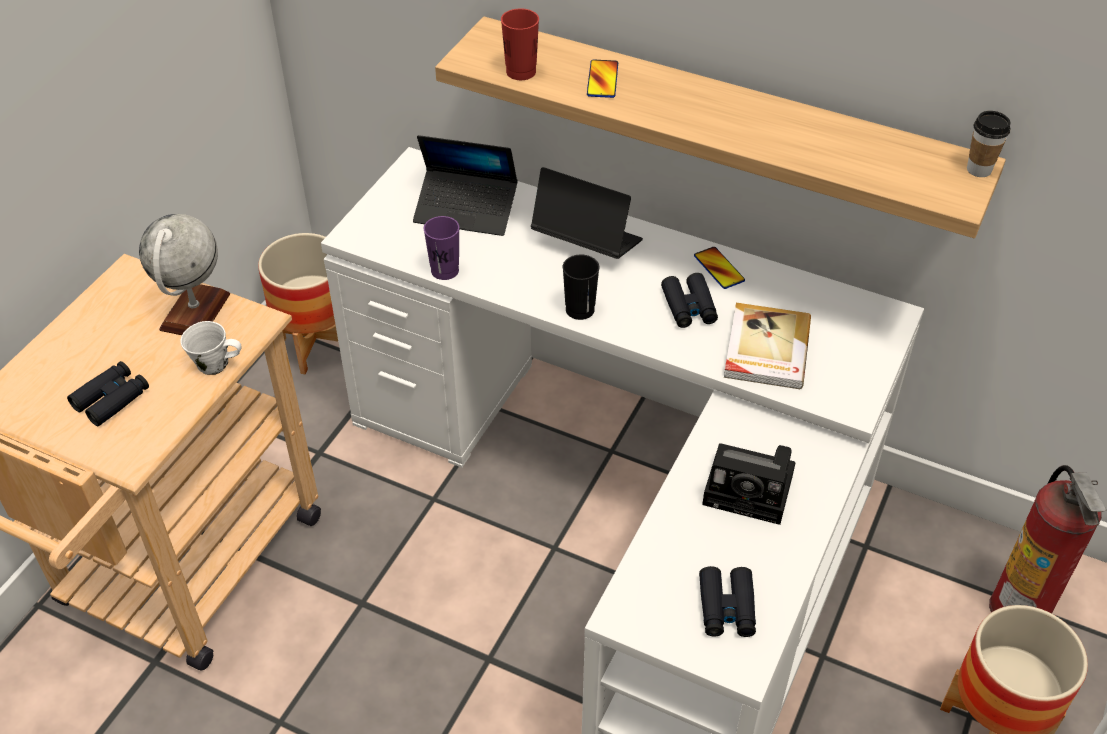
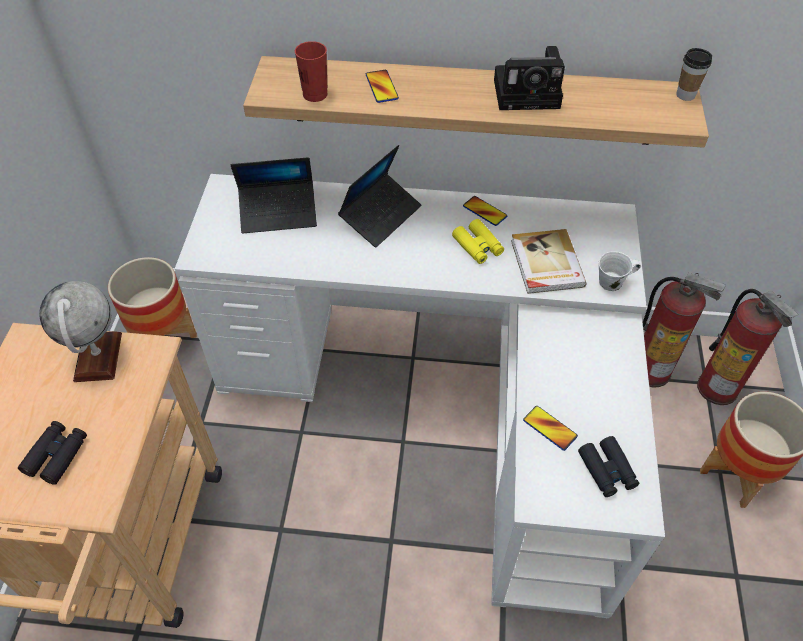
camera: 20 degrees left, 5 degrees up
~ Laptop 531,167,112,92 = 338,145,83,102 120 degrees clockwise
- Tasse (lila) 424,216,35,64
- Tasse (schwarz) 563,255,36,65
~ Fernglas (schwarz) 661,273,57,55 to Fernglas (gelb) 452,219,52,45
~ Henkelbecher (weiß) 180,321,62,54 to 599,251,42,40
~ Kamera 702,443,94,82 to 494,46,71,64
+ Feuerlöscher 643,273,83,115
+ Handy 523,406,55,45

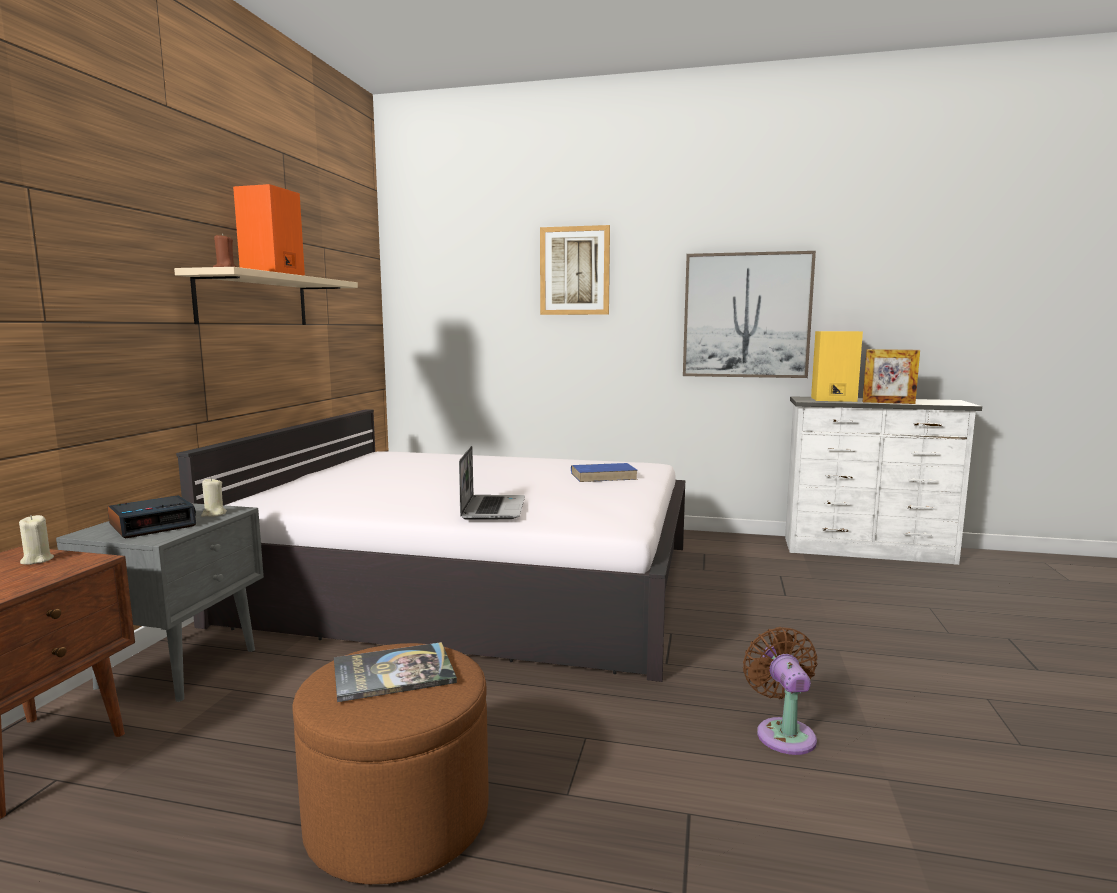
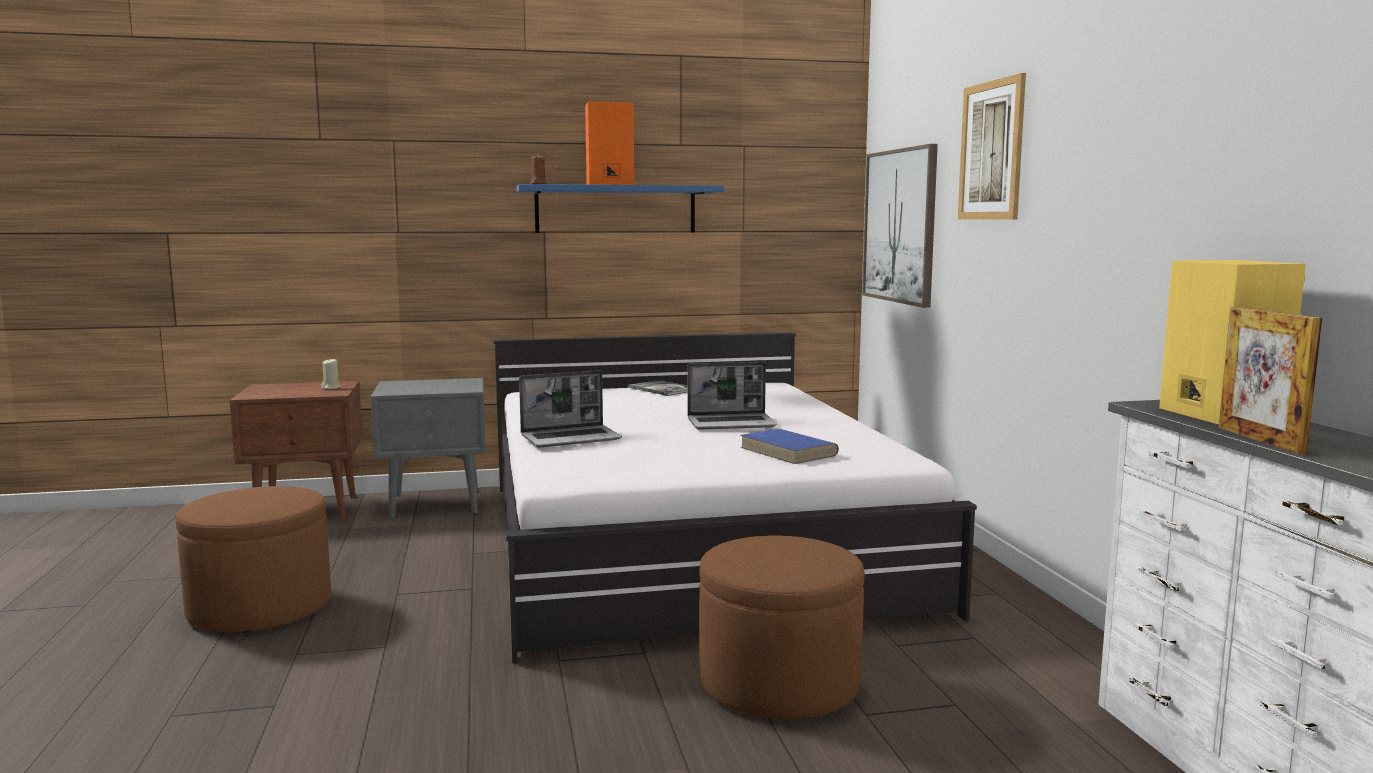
camera: 65 degrees right, 0 degrees up
~ Bild 683,251,133,127 to 862,144,76,164
~ Wandregal (beige) 174,267,184,58 to Wandregal (blau) 517,184,207,49
- Kerze (beige) 201,478,26,39
- Wecker 107,495,89,43
- Ventilator (braun) 743,627,74,128
~ Buch 334,642,123,60 to 628,380,59,16
+ Laptop 687,362,90,67
+ Polsterhocker (braun) 699,535,166,184

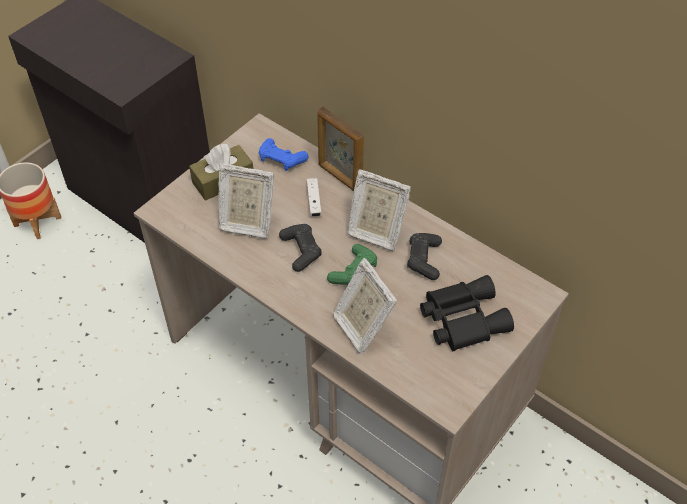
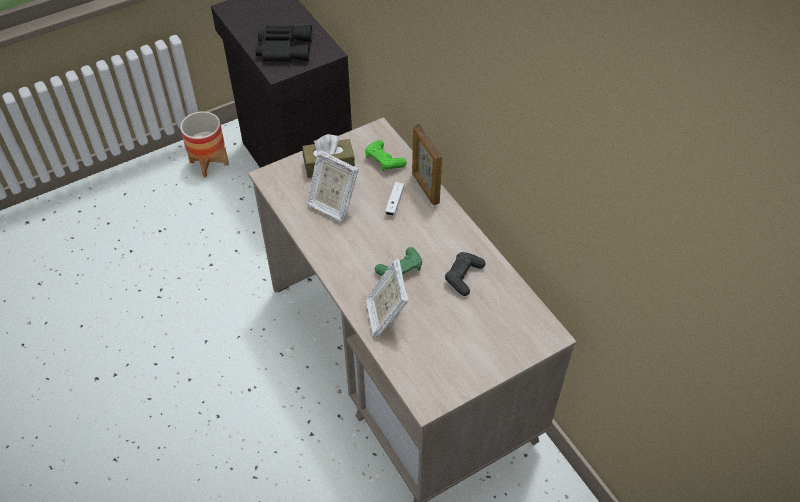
camera: 20 degrees right, 0 degrees up
~ Gamepad (blau) 259,138,49,33 to Gamepad (grün) 365,140,41,31
- Bilderrahmen 347,169,64,82
- Gamepad (schwarz) 279,224,43,48
~ Fernglas (schwarz) 420,275,94,76 to 255,25,57,37

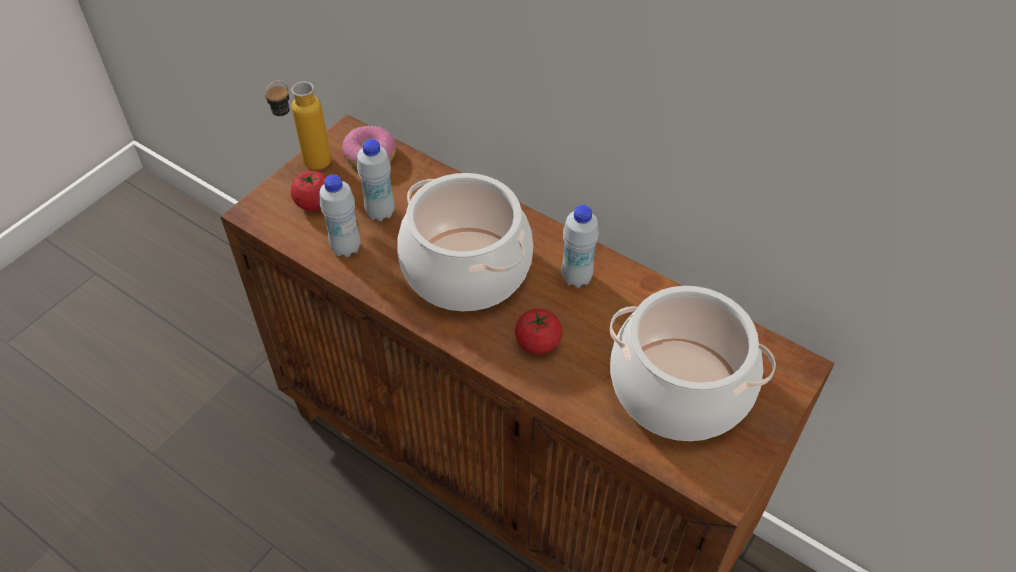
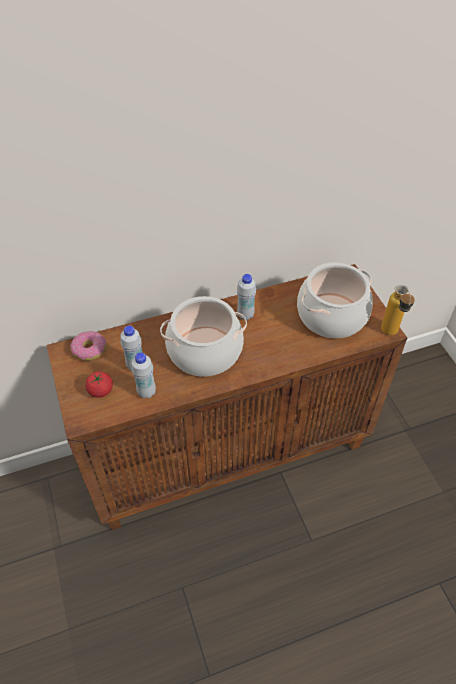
camera: 55 degrees left, 0 degrees up
~ Flasche 264,80,67,90 to 381,285,34,50
- Tomate 515,309,47,45

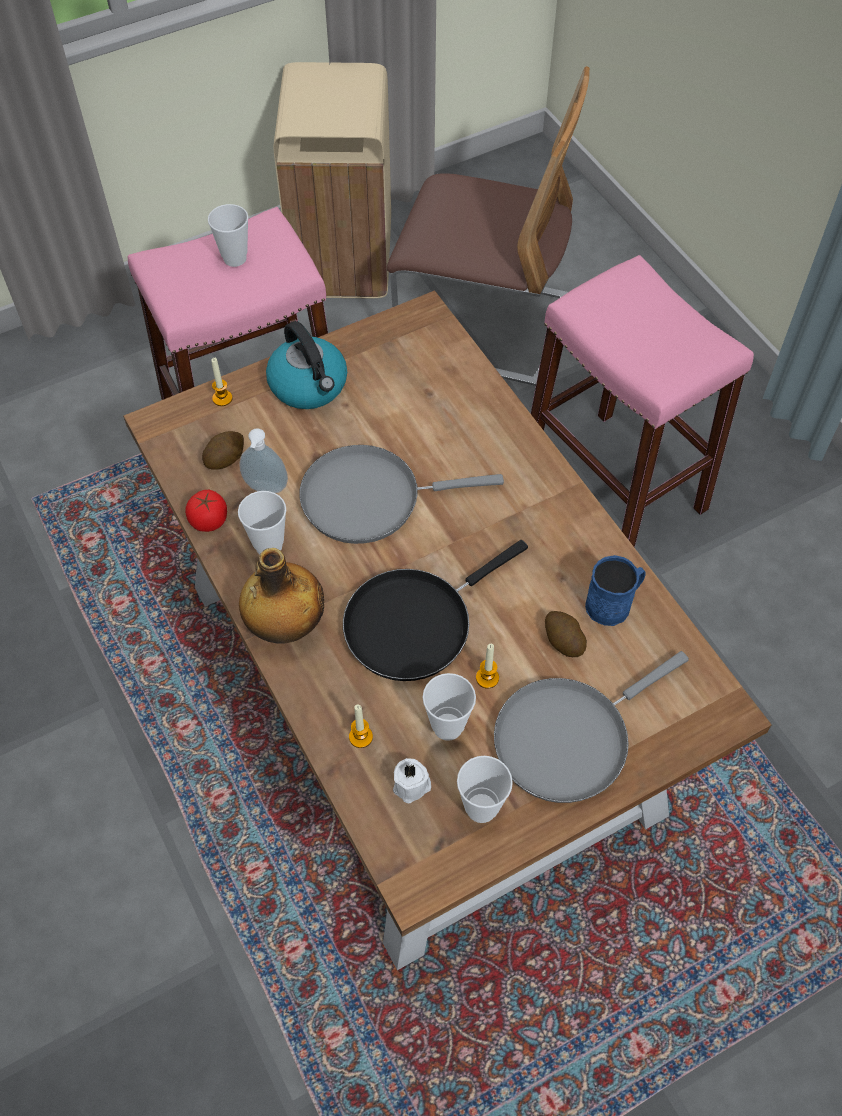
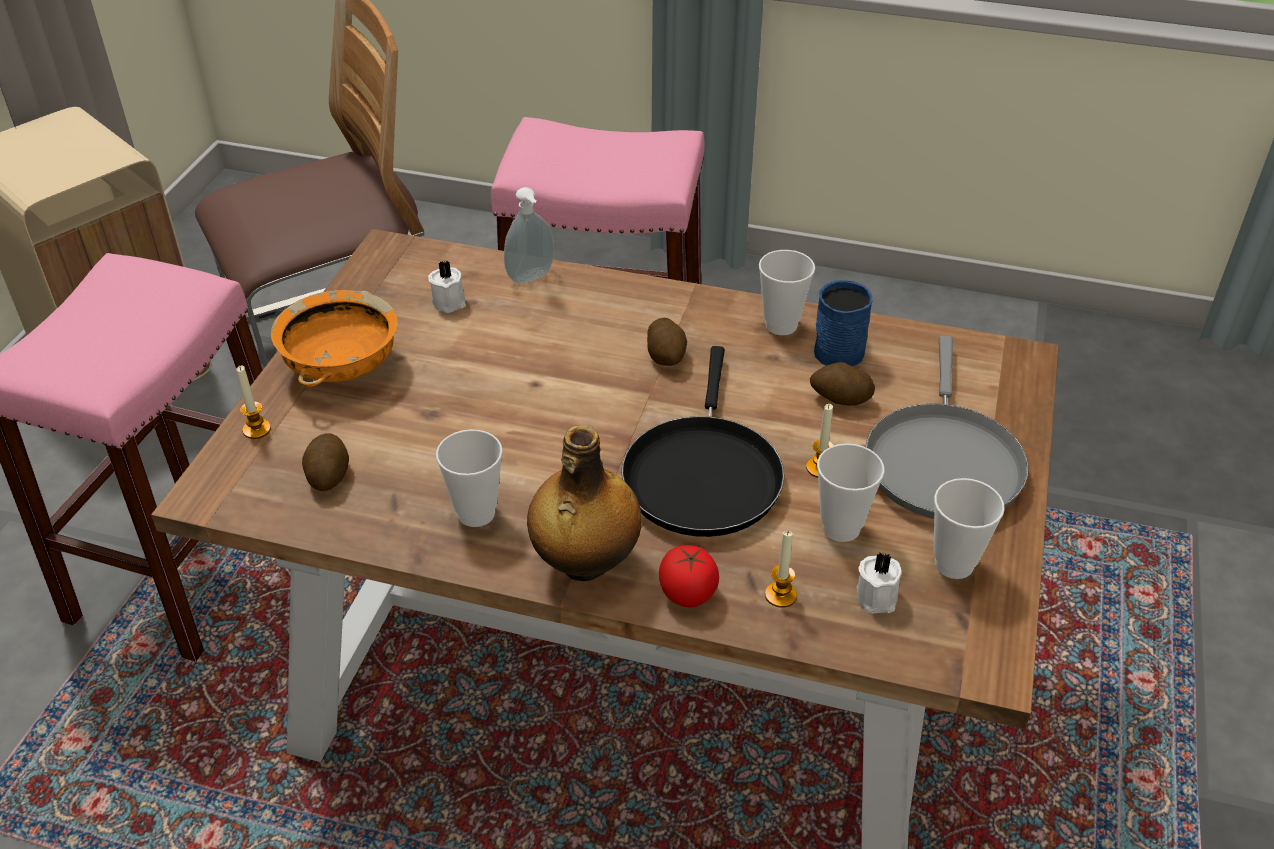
camera: 45 degrees left, 15 degrees down
~ Tasse 208,204,40,63 to 759,250,56,85
~ Wasserkessel 266,321,81,88 to Schüssel (orange) 271,290,127,97
~ Seifenspender 239,429,49,64 to 504,187,50,97
- Pfanne (grau) 299,445,205,99
~ Tomate 185,490,42,42 to 659,545,60,62
+ Kerze (weiß) 428,260,38,53
+ Kartoffel 647,318,40,48

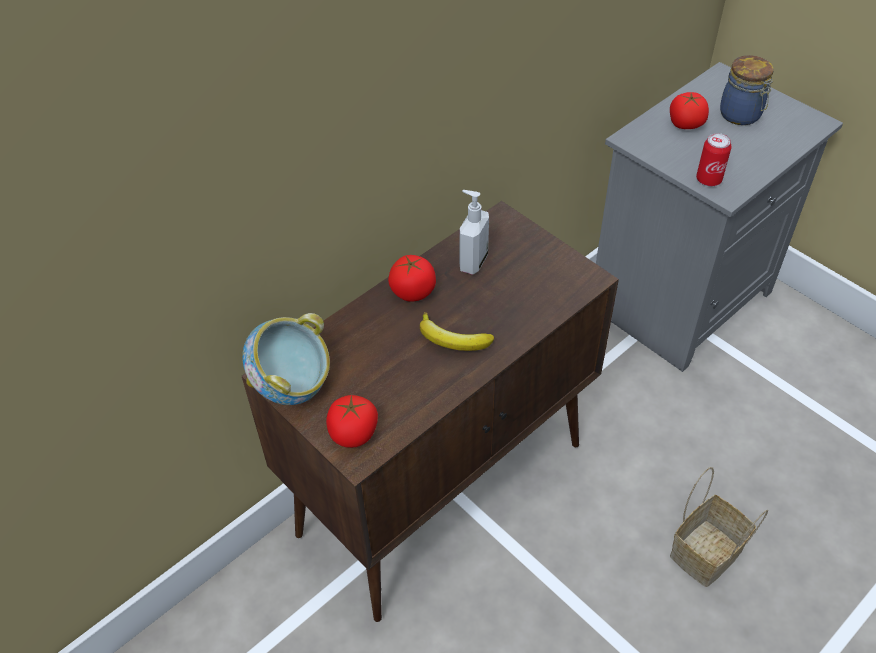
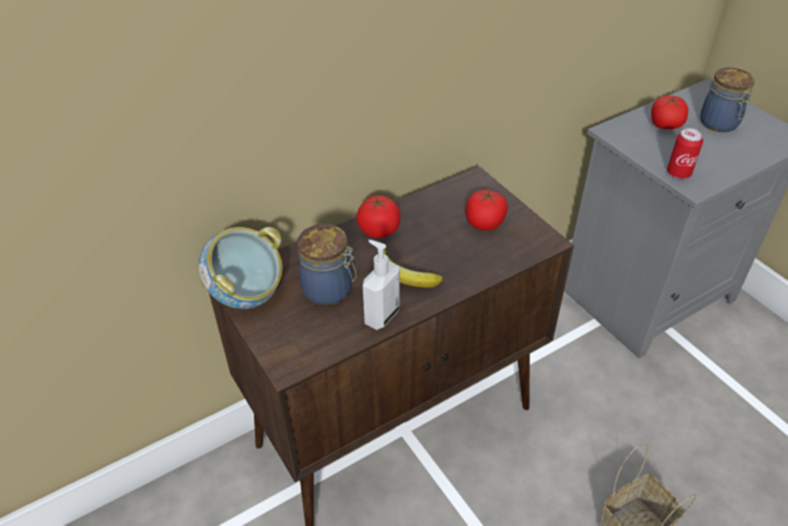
camera: 10 degrees right, 5 degrees down
~ Seifenspender 460,190,29,85 to 363,240,37,90
~ Tomate 326,395,52,53 to 465,190,43,41
+ Vorratsglas 298,224,59,81

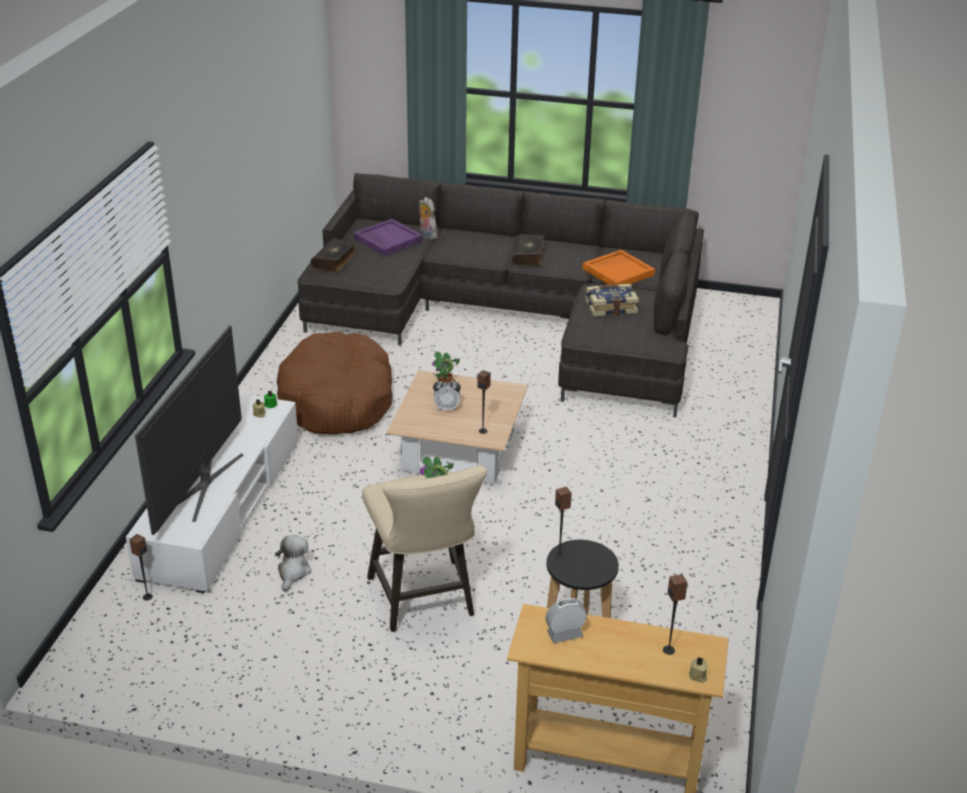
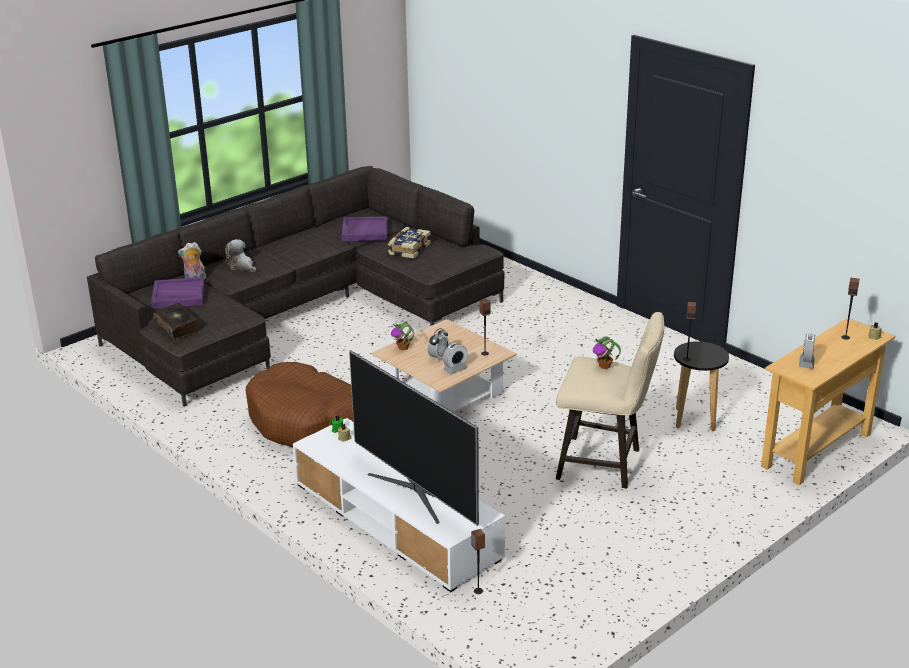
camera: 55 degrees left, 5 degrees down
- Buch 512,234,32,33
~ Tablett (orange) 582,250,73,35 to Tablett (lila) 342,216,46,25
~ Plüschtier 275,535,36,57 to 225,239,31,33
+ Wecker 443,343,24,31

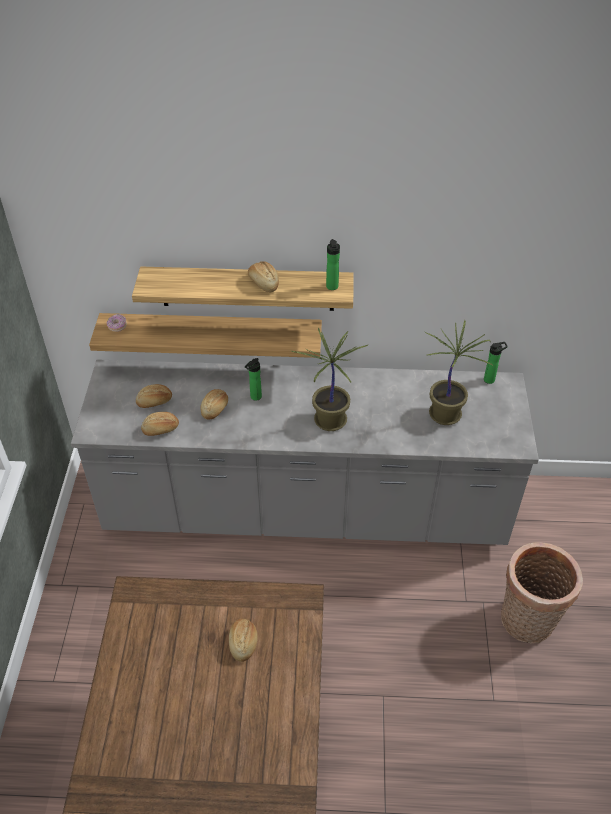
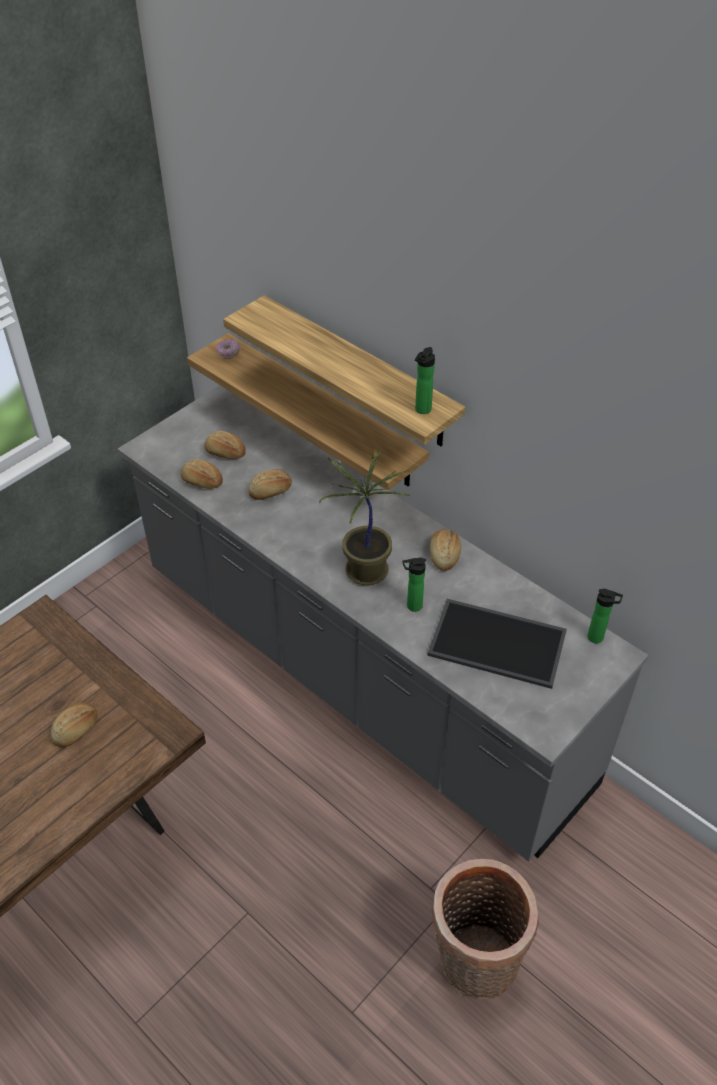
camera: 40 degrees right, 0 degrees up
~ Brot 248,261,31,31 to 430,530,31,41
~ Topfpflanze 424,320,68,105 to Tablett 428,599,139,90
~ Flasche 245,358,17,43 to 402,557,24,55

